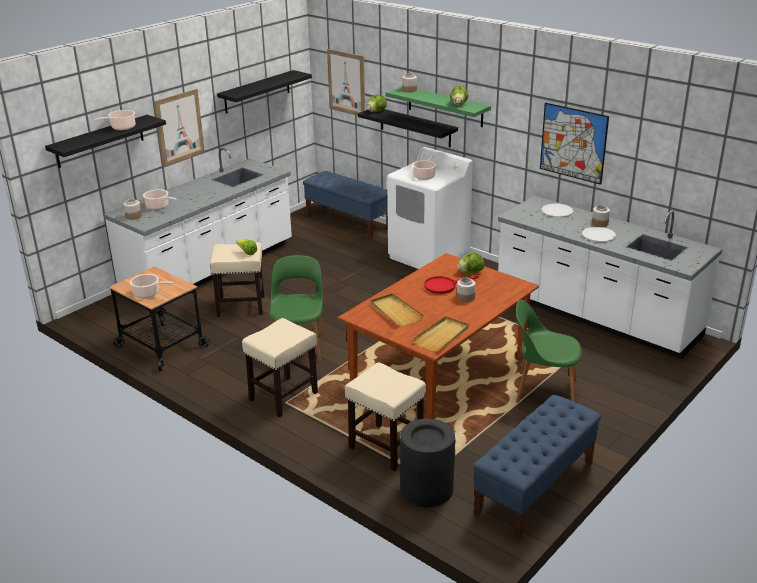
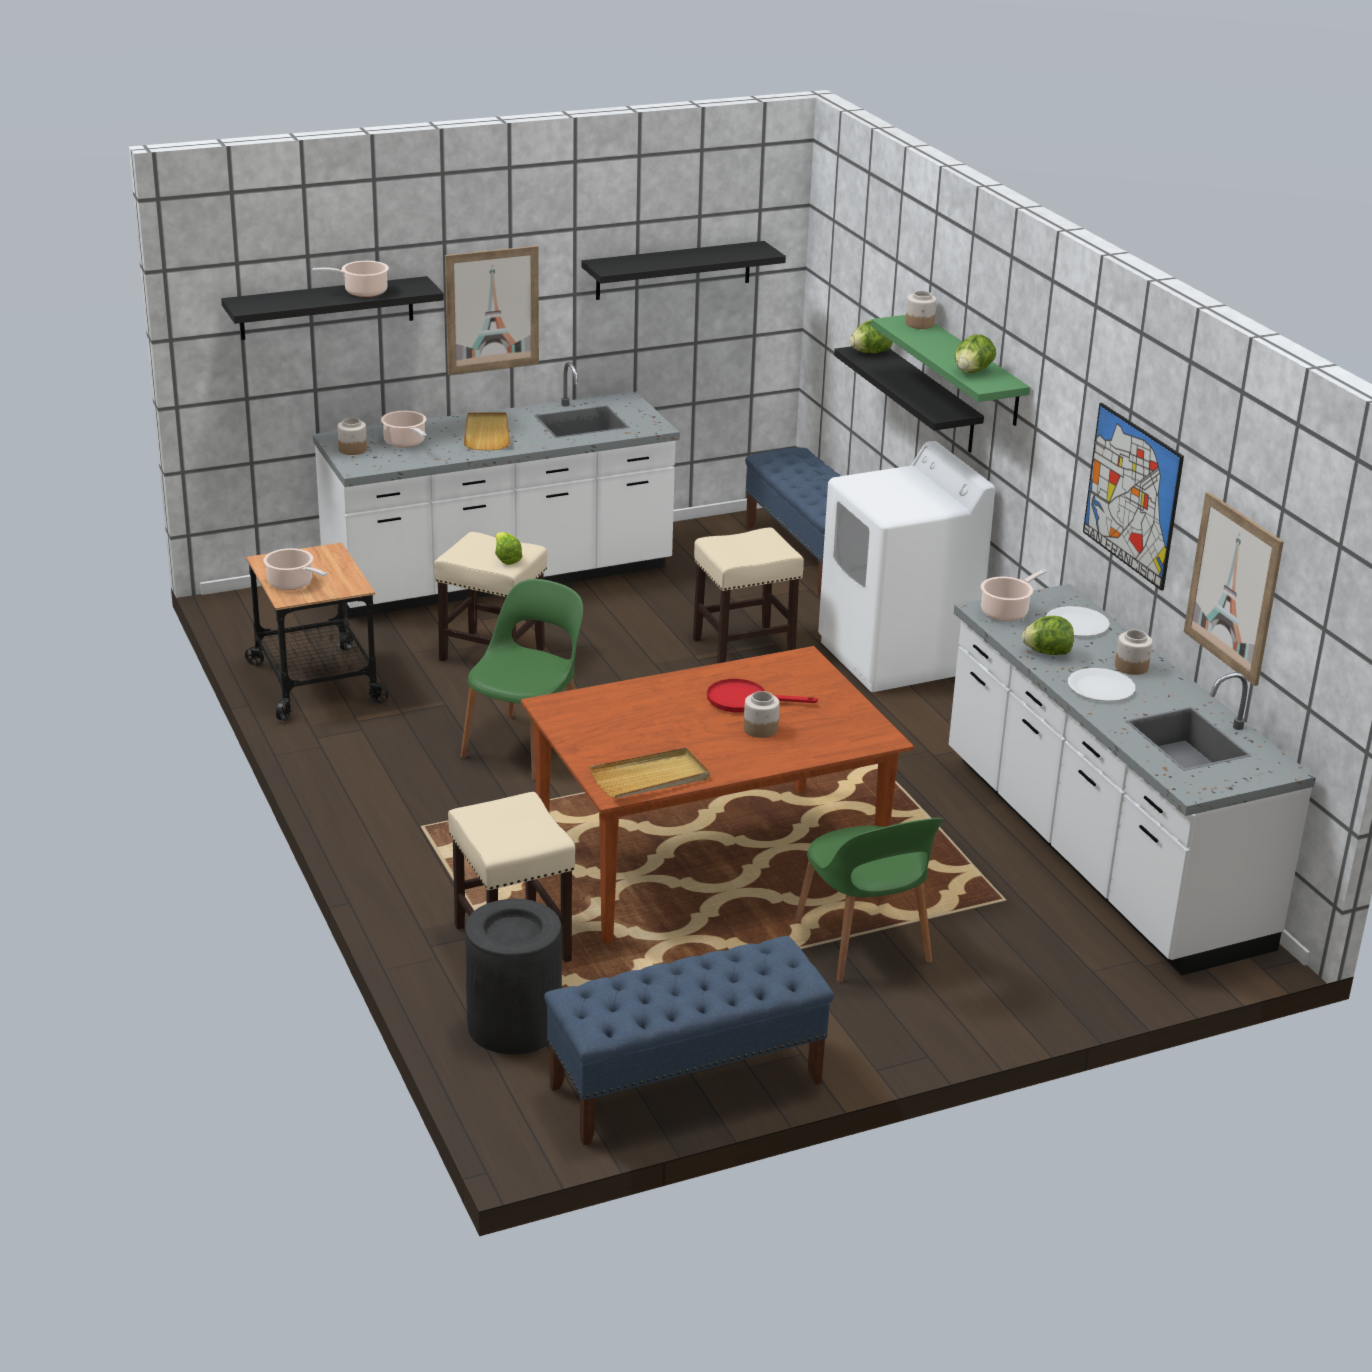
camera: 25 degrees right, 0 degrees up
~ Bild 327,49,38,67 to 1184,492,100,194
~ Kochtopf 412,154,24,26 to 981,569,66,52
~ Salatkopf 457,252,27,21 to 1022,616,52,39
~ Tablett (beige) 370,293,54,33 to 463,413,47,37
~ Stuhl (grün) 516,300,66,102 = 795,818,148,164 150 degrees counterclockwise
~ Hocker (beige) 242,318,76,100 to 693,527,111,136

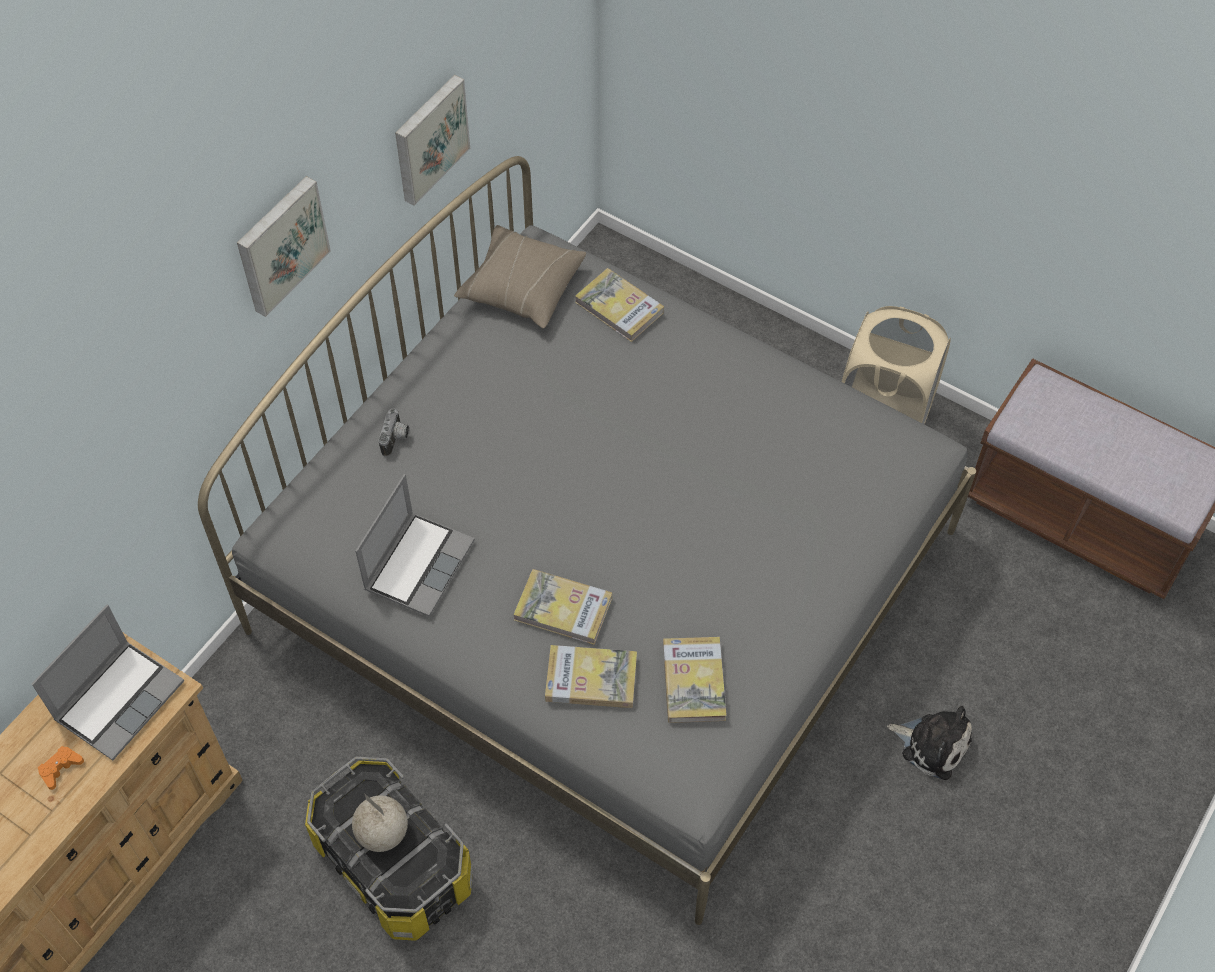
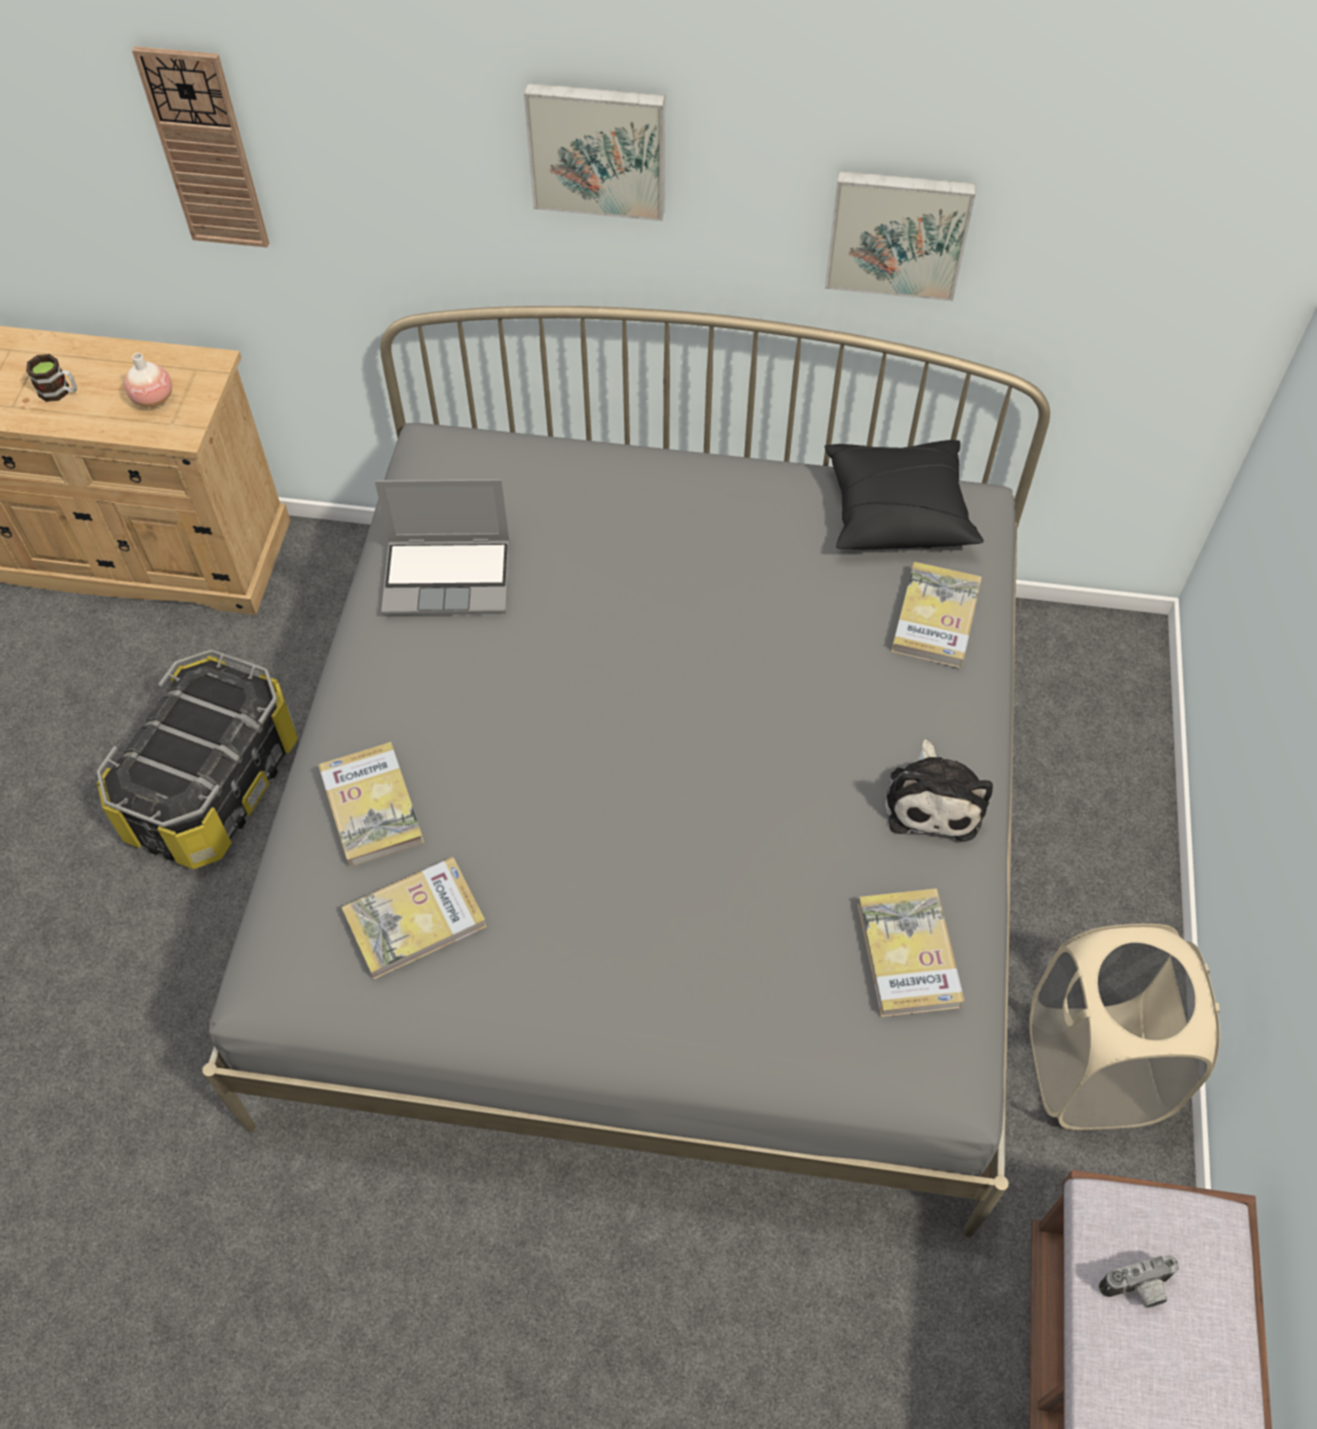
camera: 65 degrees right, 0 degrees up
~ Kissen (beige) 454,225,132,104 to Kissen (schwarz) 825,440,159,110
~ Kamera 379,408,30,49 to 1099,1255,80,53
~ Buch 513,569,99,76 to 857,889,107,128
~ Laptop 32,605,152,156 to Vase 125,353,47,54
~ Plüschtier 887,706,85,74 to 885,740,108,101
~ Gamepad (orange) 38,746,46,44 to Henkelbecher 26,354,51,48
- Globus 352,793,56,59
+ Wanduhr 132,46,137,201

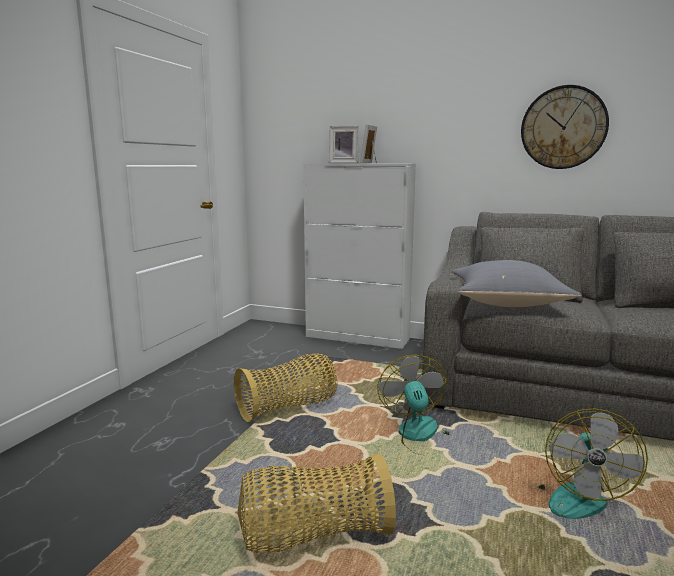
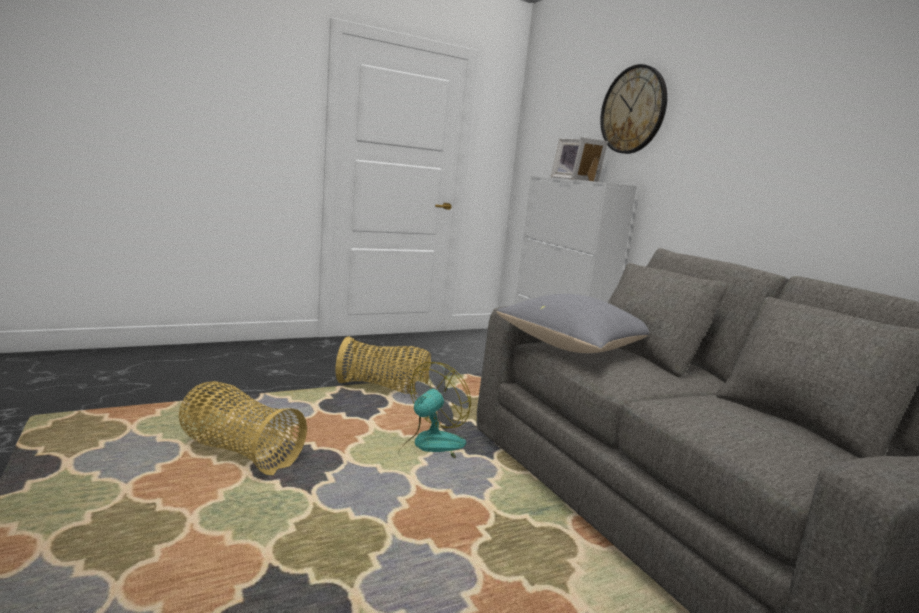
camera: 40 degrees right, 0 degrees up
~ Wanduhr 521,85,88,84 to 600,64,67,90
- Ventilator 538,408,110,111

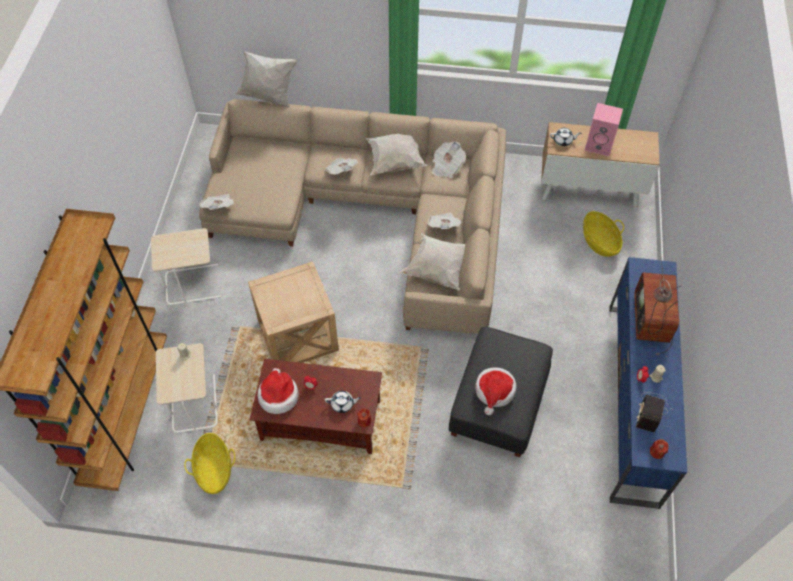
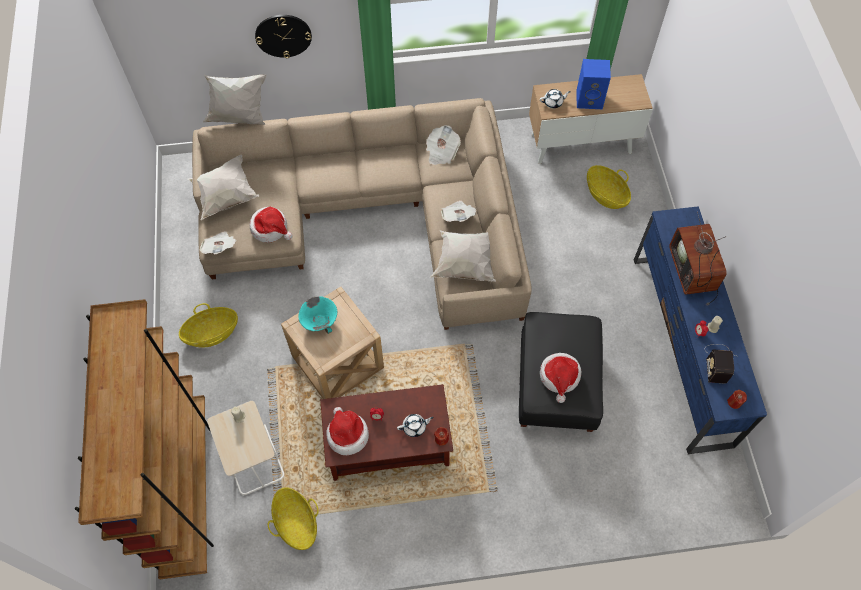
camera: 15 degrees left, 5 degrees up
~ Lautsprecher (rosa) 585,103,38,53 to Lautsprecher (blau) 576,59,35,50
~ Kissen (weiß) 365,134,62,42 to 188,155,71,65
- Zeitung 325,157,33,18
~ Beistelltisch (beige) 151,228,70,77 to Korb 179,303,59,45
+ Wanduhr 255,15,57,43
+ Hut 250,207,43,35
+ Schüssel (türkis) 298,296,39,38

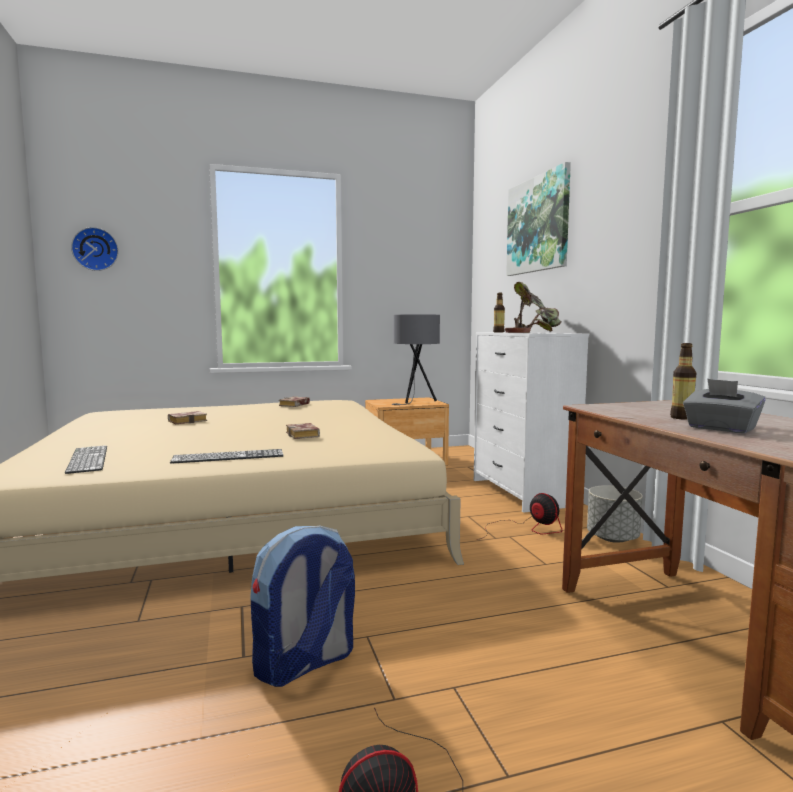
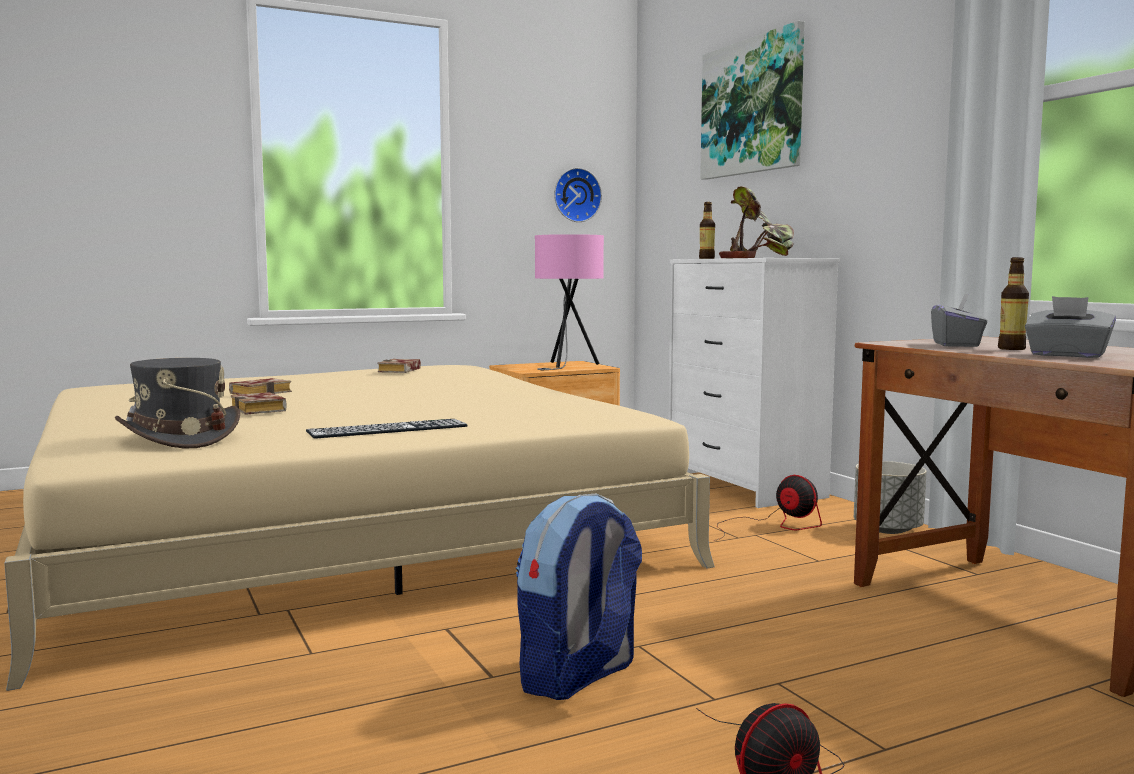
camera: 10 degrees left, 0 degrees up
~ Wanduhr 71,227,48,44 to 554,168,48,54
~ Tischlampe (grau) 392,314,48,91 to Tischlampe (rosa) 535,234,69,137
~ Buch 286,423,34,16 to 231,392,56,23
~ Tastatur 65,445,42,29 to Hut (grau) 115,358,125,91
+ Taschentuchbox (grau) 931,294,56,53

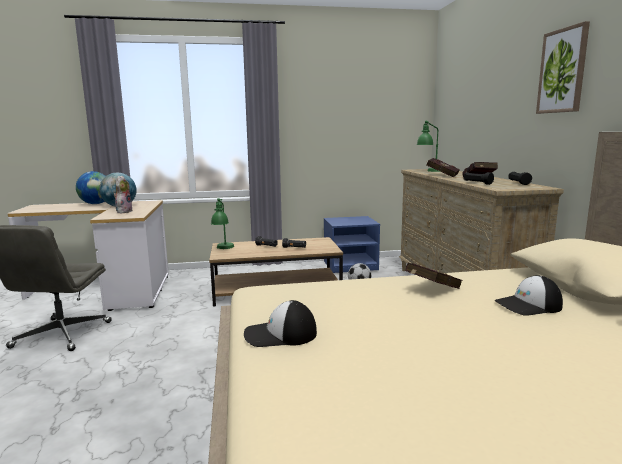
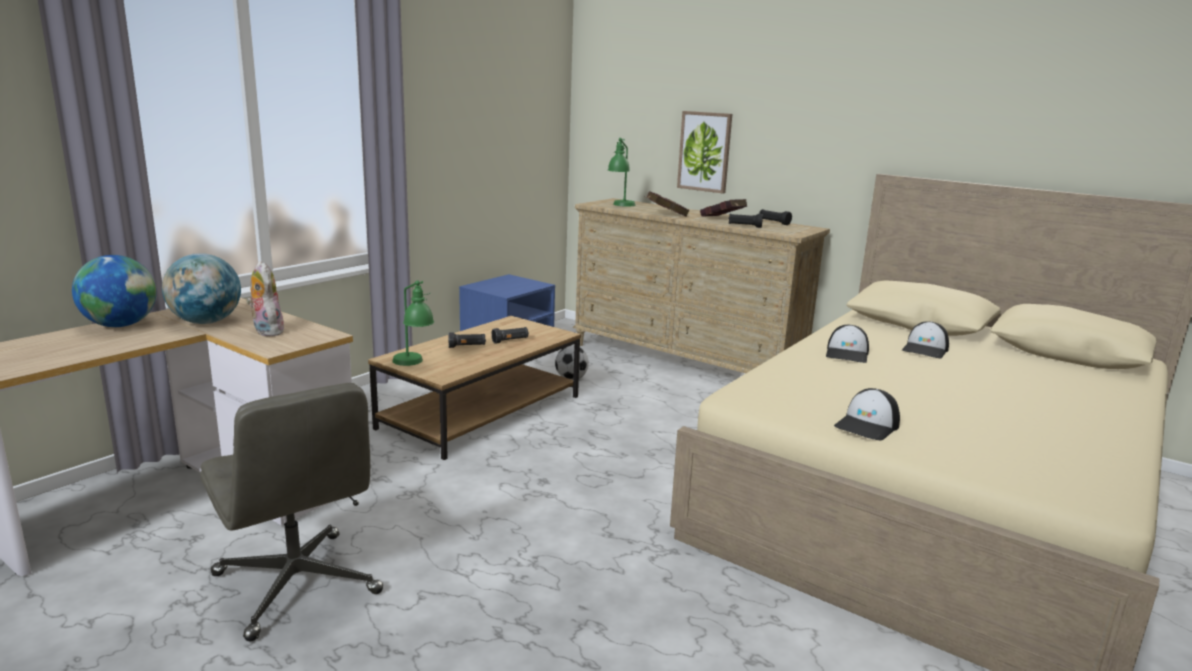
camera: 45 degrees left, 5 degrees up
~ Bild 536,21,54,93 to 677,111,55,82
~ Buch (rot) 405,263,57,26 to Kappe 826,325,43,38

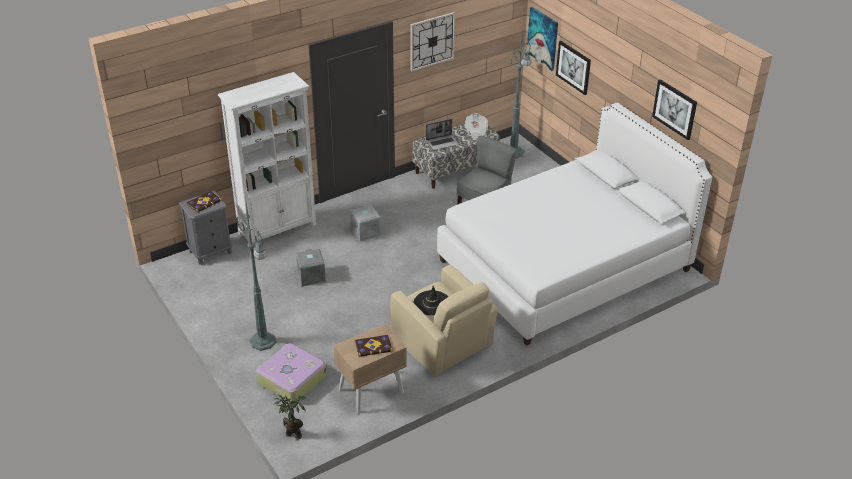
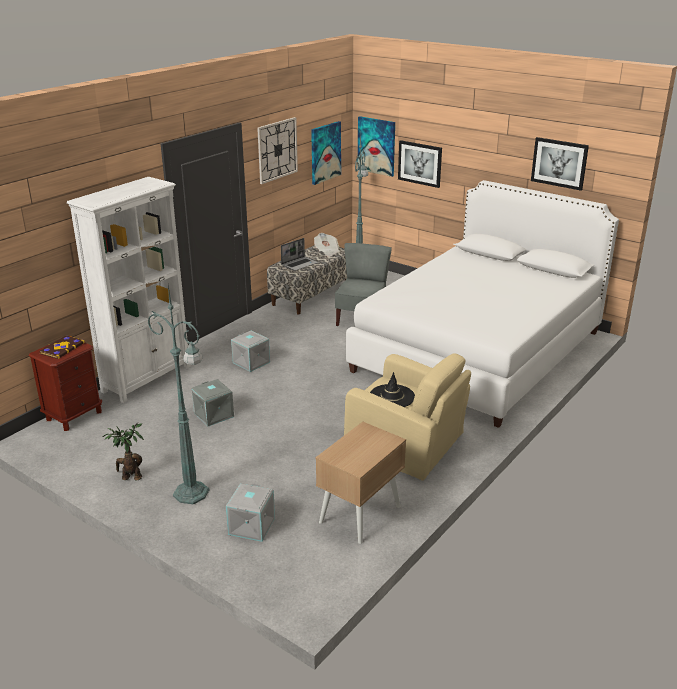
camera: 20 degrees left, 10 degrees down
~ Nachttisch (grau) 179,191,54,74 to Nachttisch (braun) 29,336,73,95
- Buch 355,335,38,22
~ Koffer 256,343,71,59 to Aufbewahrungsbox (grau) 226,484,49,58
~ Topfpflanze 274,394,32,46 to 103,422,41,58
+ Bild 311,121,30,64

